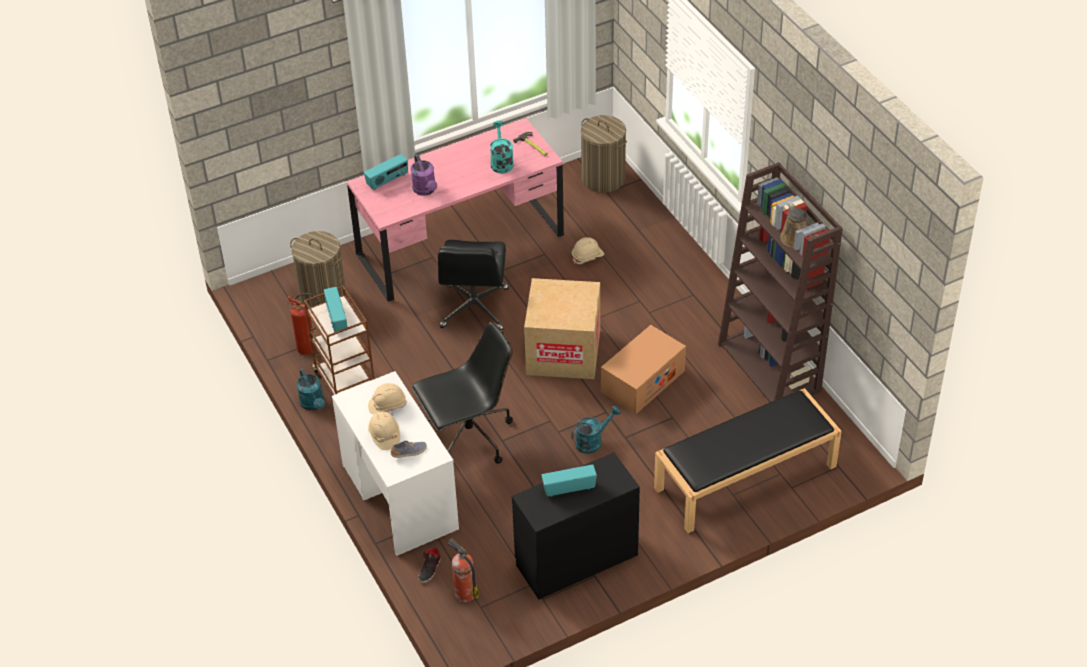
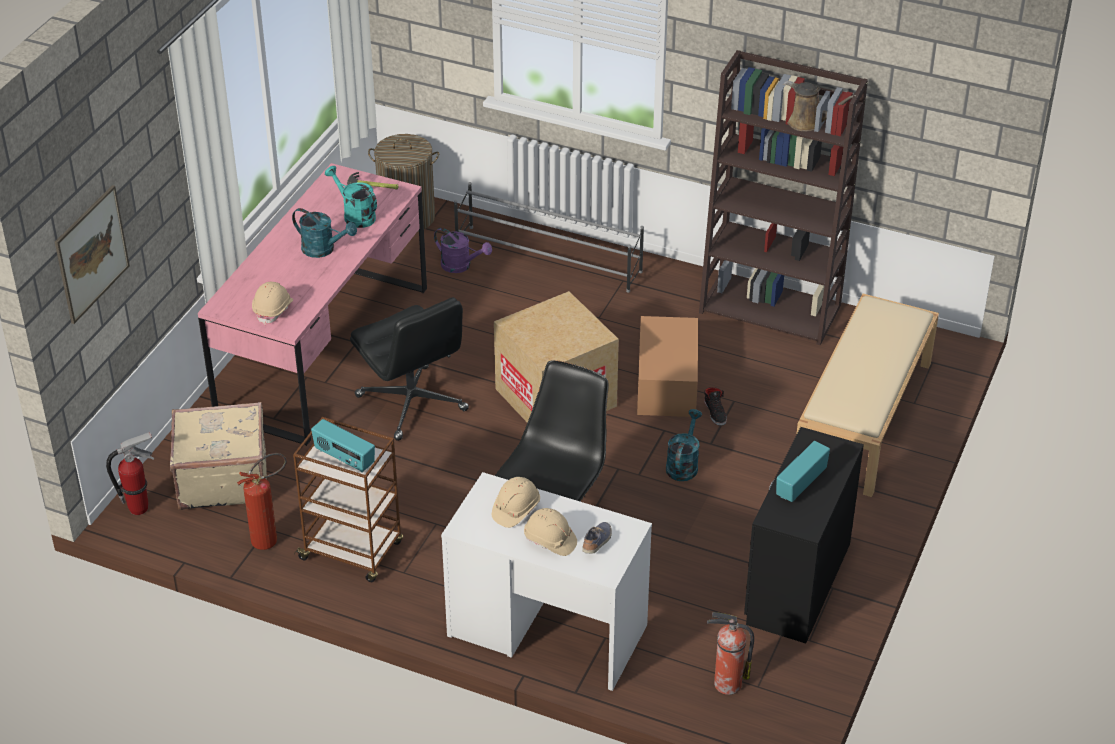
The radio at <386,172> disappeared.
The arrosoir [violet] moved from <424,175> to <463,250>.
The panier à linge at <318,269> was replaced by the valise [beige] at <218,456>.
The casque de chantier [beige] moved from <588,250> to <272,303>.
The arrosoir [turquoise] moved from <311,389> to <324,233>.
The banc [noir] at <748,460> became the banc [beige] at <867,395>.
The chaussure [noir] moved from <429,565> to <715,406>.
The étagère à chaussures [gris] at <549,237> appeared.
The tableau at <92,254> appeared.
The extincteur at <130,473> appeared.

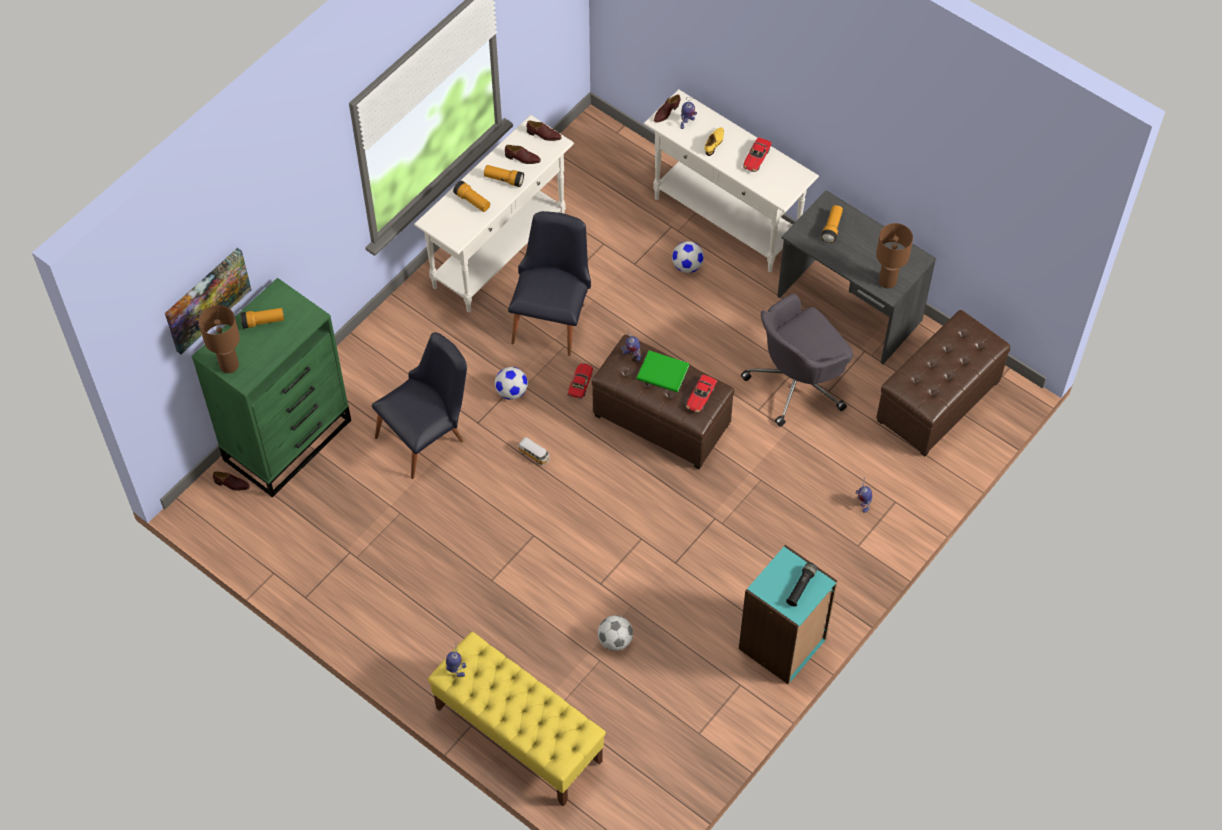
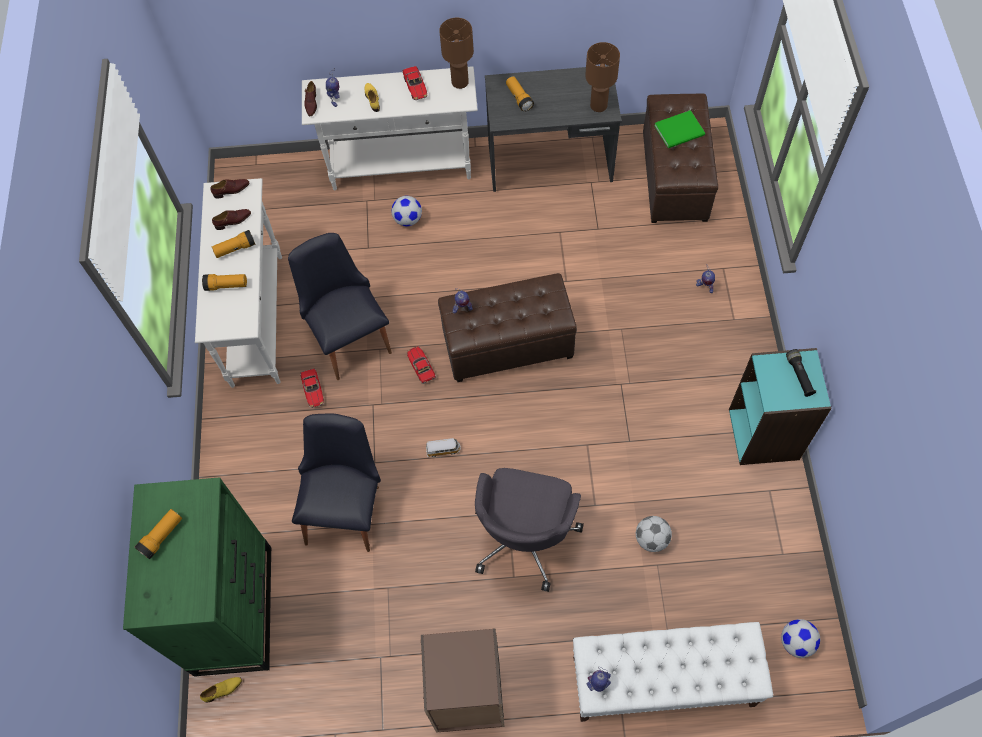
The tableau at <208,301> disappeared.
The chaise de bureau [gris] moved from <797,360> to <529,530>.
The lampe de table [marron] moved from <219,339> to <456,53>.
The livre [vert] moved from <663,372> to <679,129>.
The ballon de foot moved from <511,383> to <800,638>.
The petite voiture moved from <701,393> to <312,388>.
The chaussure [marron] at <231,481> became the chaussure [jaune] at <221,689>.
The banc [jaune] at <516,719> became the banc [blanc] at <673,672>.
The bibliothèque [marron] at <463,680> appeared.

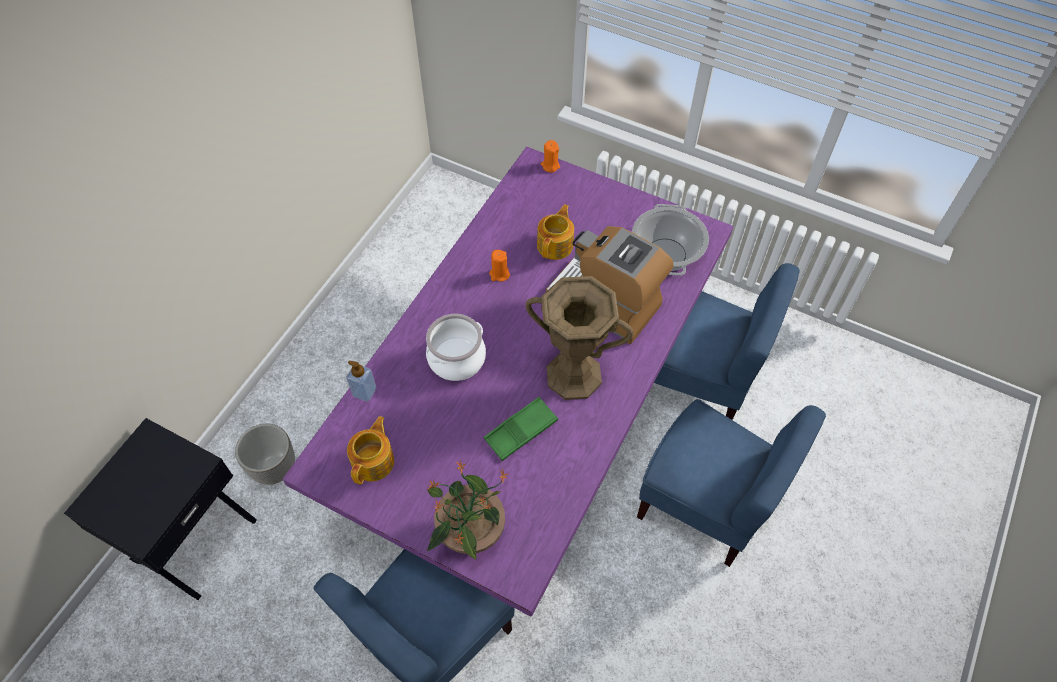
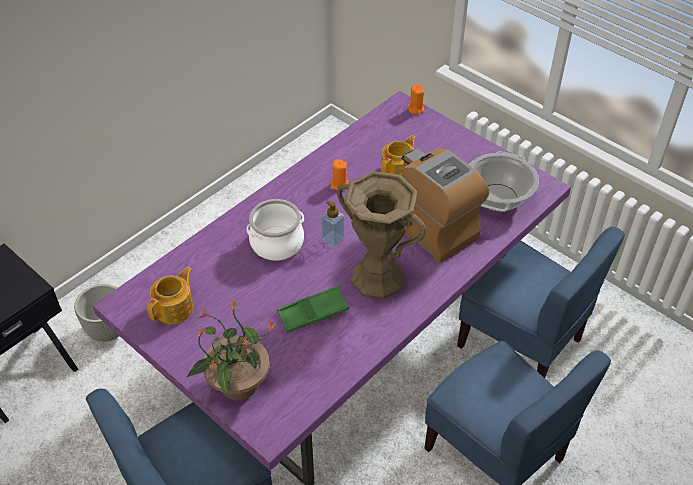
The distributeur de savon moved from <361,381> to <332,224>.

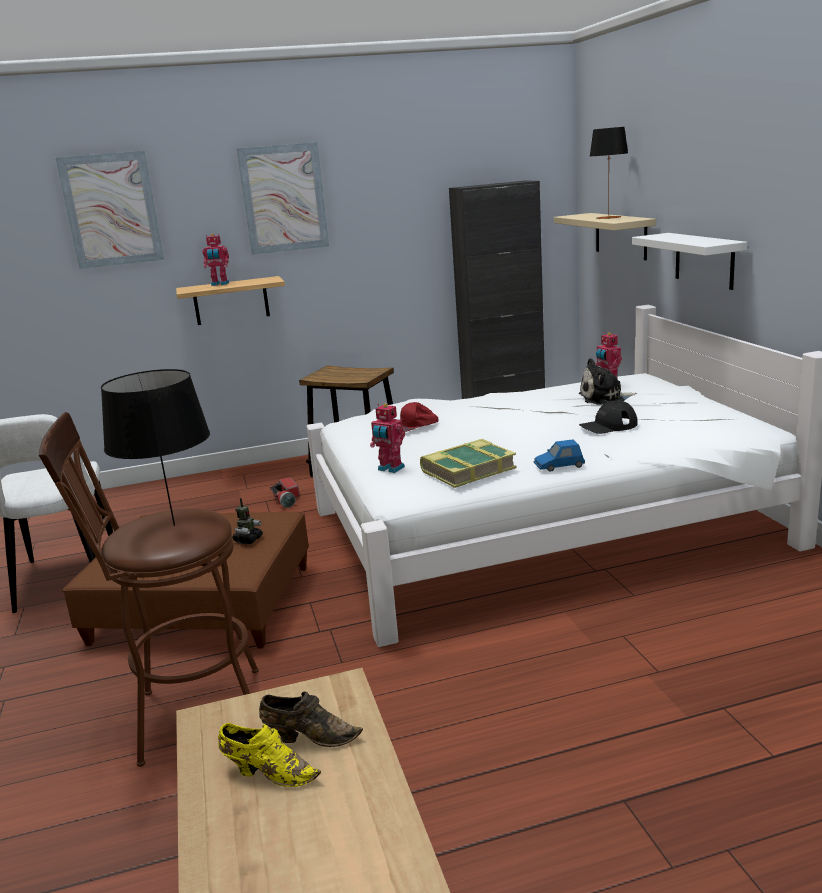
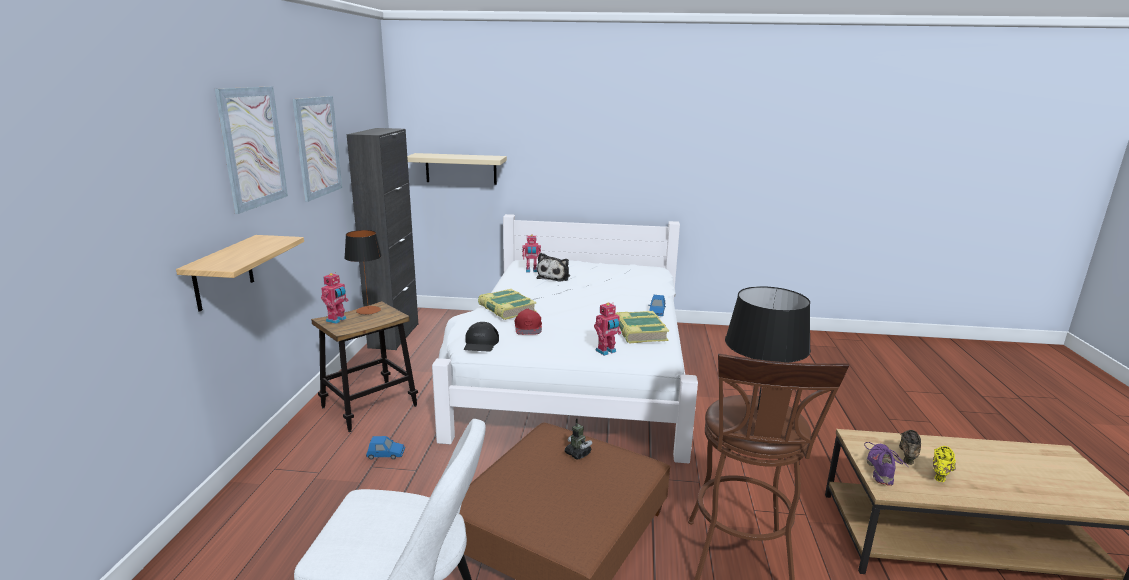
The lampe de table moved from <609,173> to <363,272>.
The tableau moved from <110,210> to <317,149>.
The robot jouet moved from <215,259> to <334,298>.
The étagère [blanc] at <689,261> disappeared.
The casquette [noir] moved from <608,417> to <481,336>.
The lampe de poche at <284,492> was replaced by the petite voiture [bleu] at <385,447>.
The livre at <507,304> appeared.
The chaussure [violet] at <886,464> appeared.

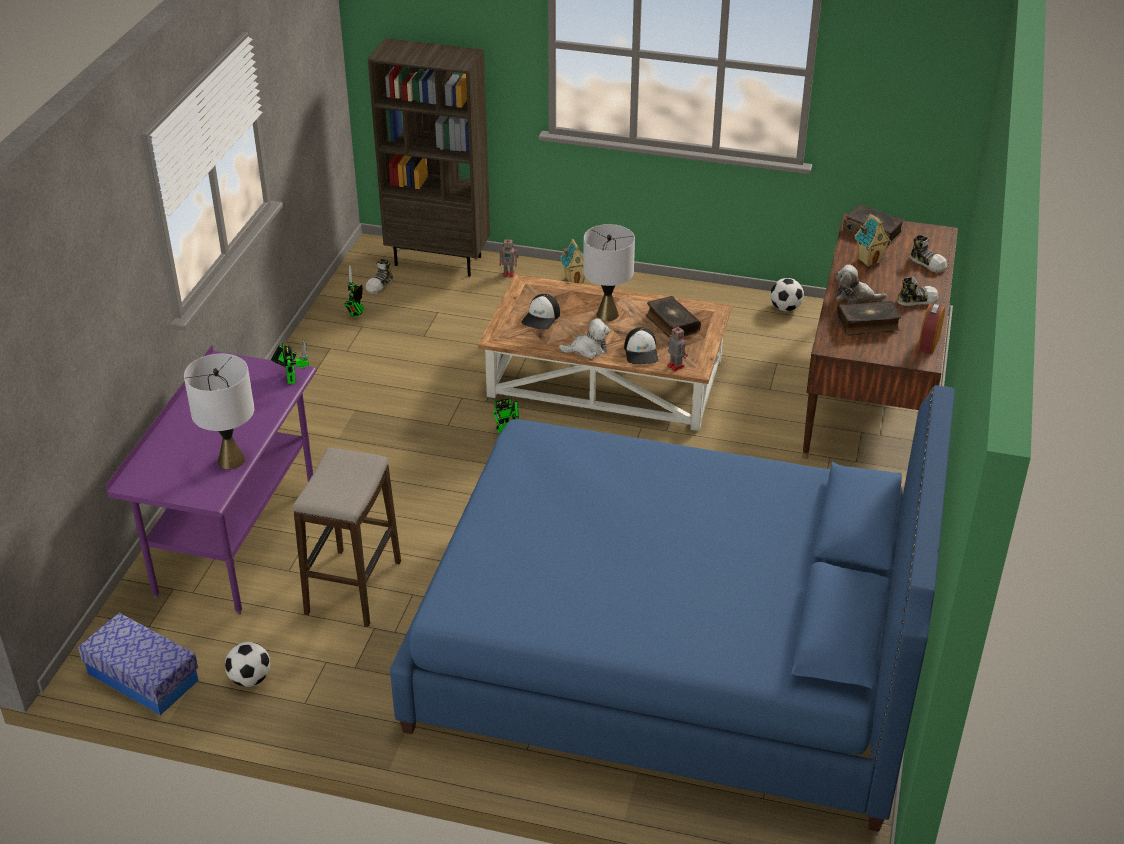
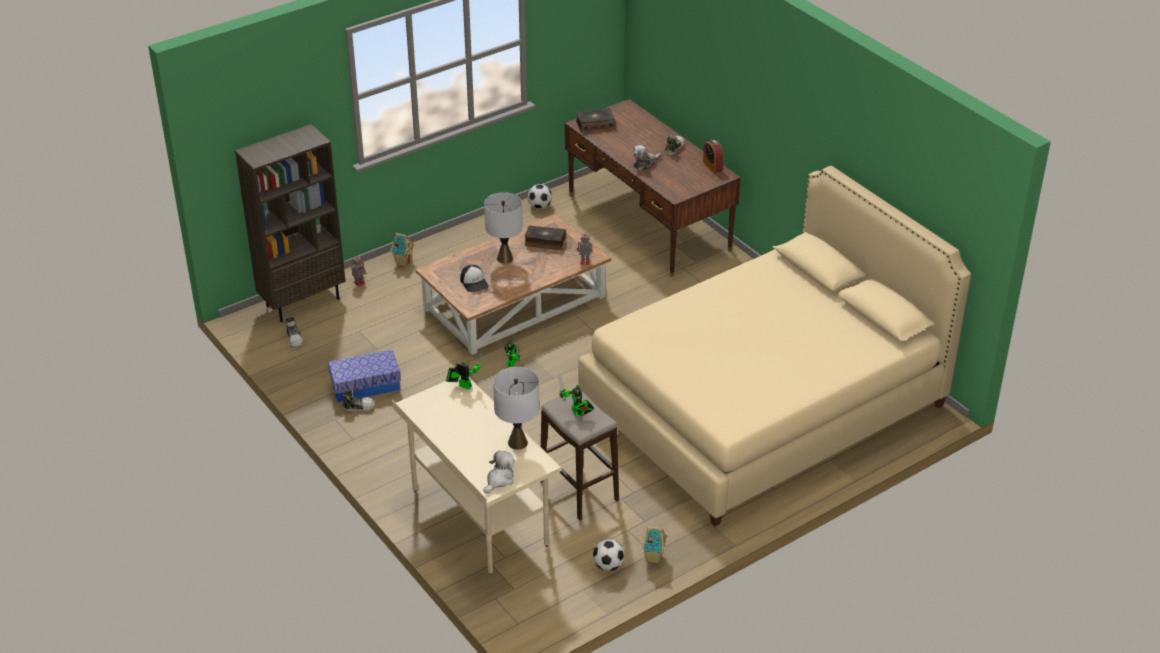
The maison miniature moved from <872,240> to <654,545>.
The chaussure moved from <928,254> to <358,401>.
The robot jouet moved from <354,291> to <576,396>.
The livre at <869,318> disappeared.
The peluche moved from <584,338> to <499,471>.
The casquette at <641,346> disappeared.
The bureau [violet] at <211,480> became the bureau [beige] at <477,476>.
The lit [bleu] at <672,608> became the lit [beige] at <774,346>.
The boîte de rangement moved from <138,664> to <364,376>.

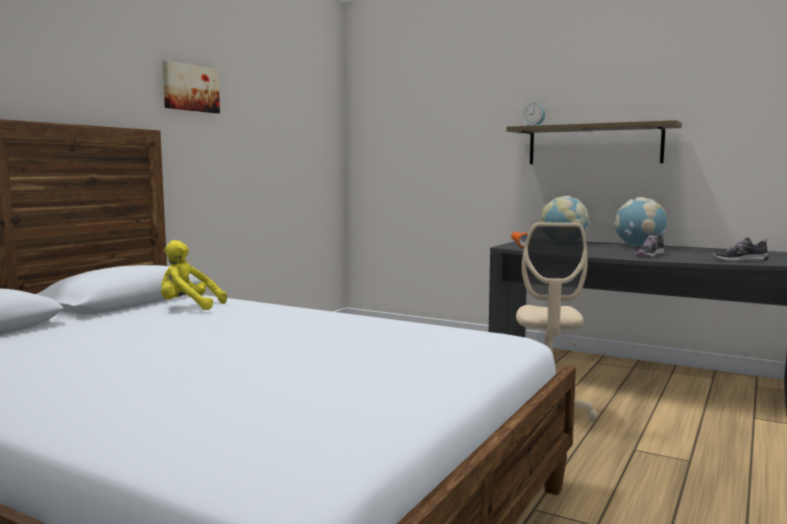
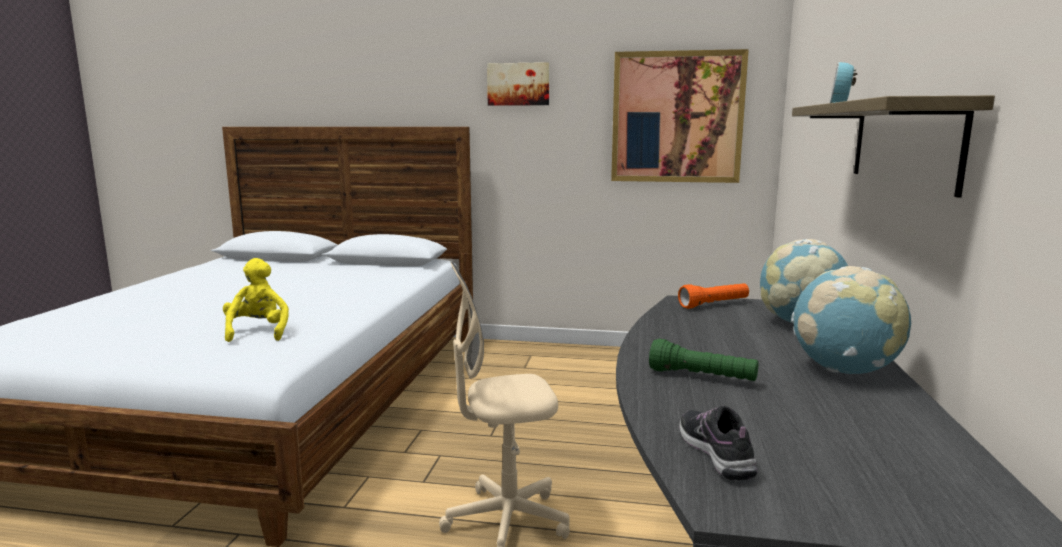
The chaussure at <650,245> was replaced by the lampe de poche [vert] at <703,360>.
The peluche [jaune] moved from <194,275> to <256,300>.
The tableau at <680,116> appeared.

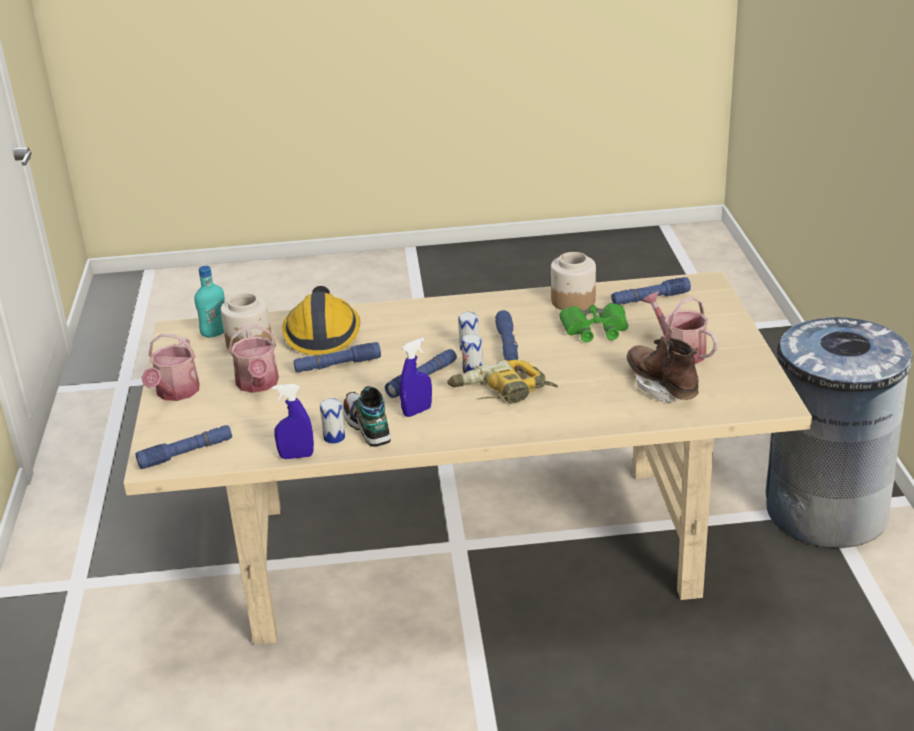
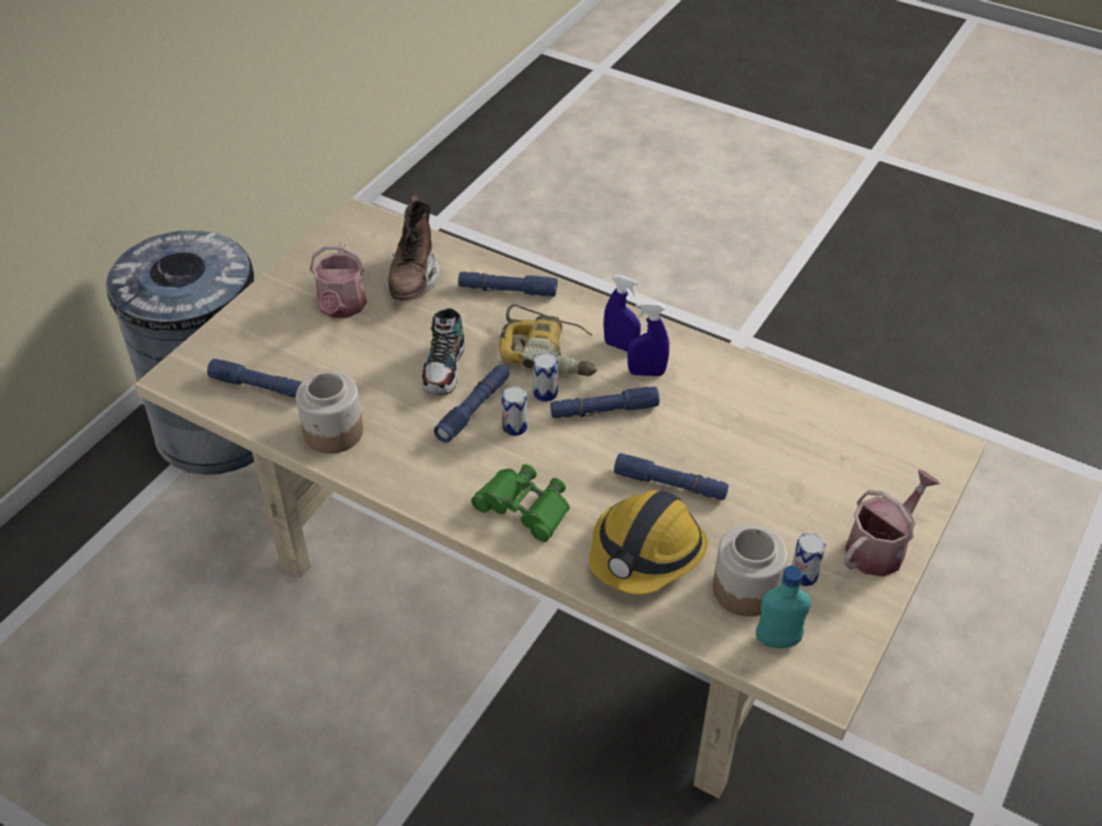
The jumelles [vert] moved from <593,322> to <520,503>.
The arrosoir at <253,358> disappeared.
The vaporisateur [bleu] moved from <293,421> to <622,313>.
The chaussure moved from <367,416> to <443,351>.
The boîte métallique moved from <332,421> to <809,559>.
The lampe de poche [bleu] moved from <184,447> to <507,284>.

